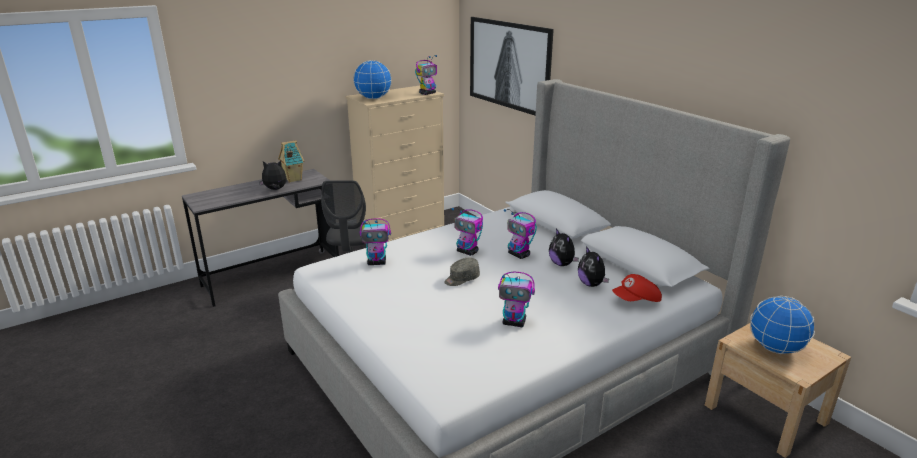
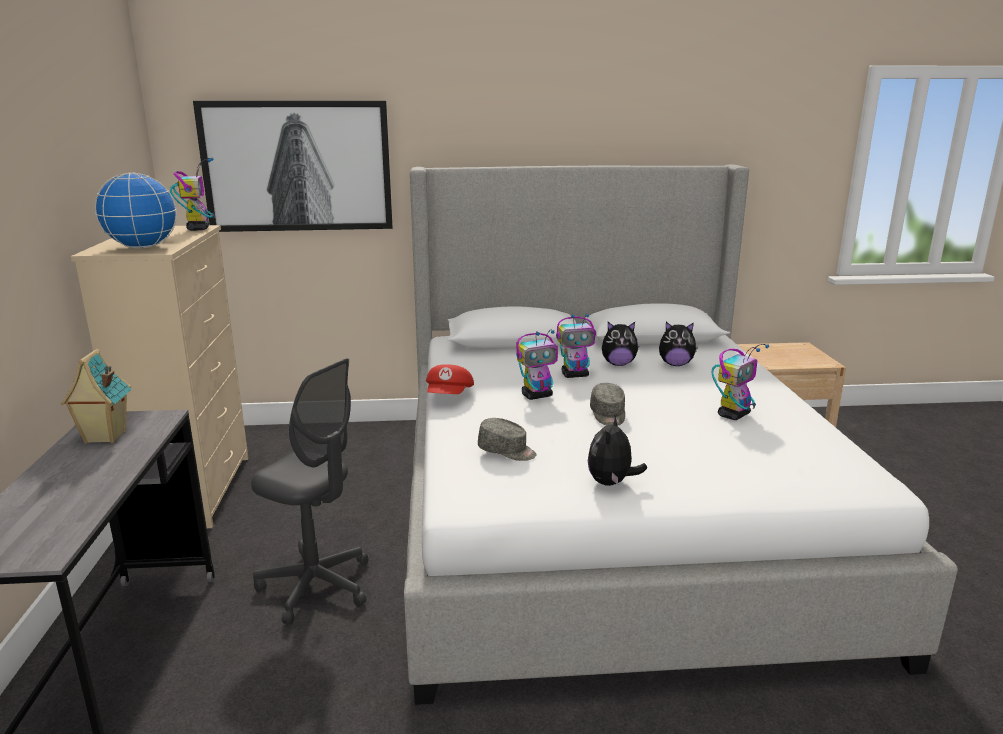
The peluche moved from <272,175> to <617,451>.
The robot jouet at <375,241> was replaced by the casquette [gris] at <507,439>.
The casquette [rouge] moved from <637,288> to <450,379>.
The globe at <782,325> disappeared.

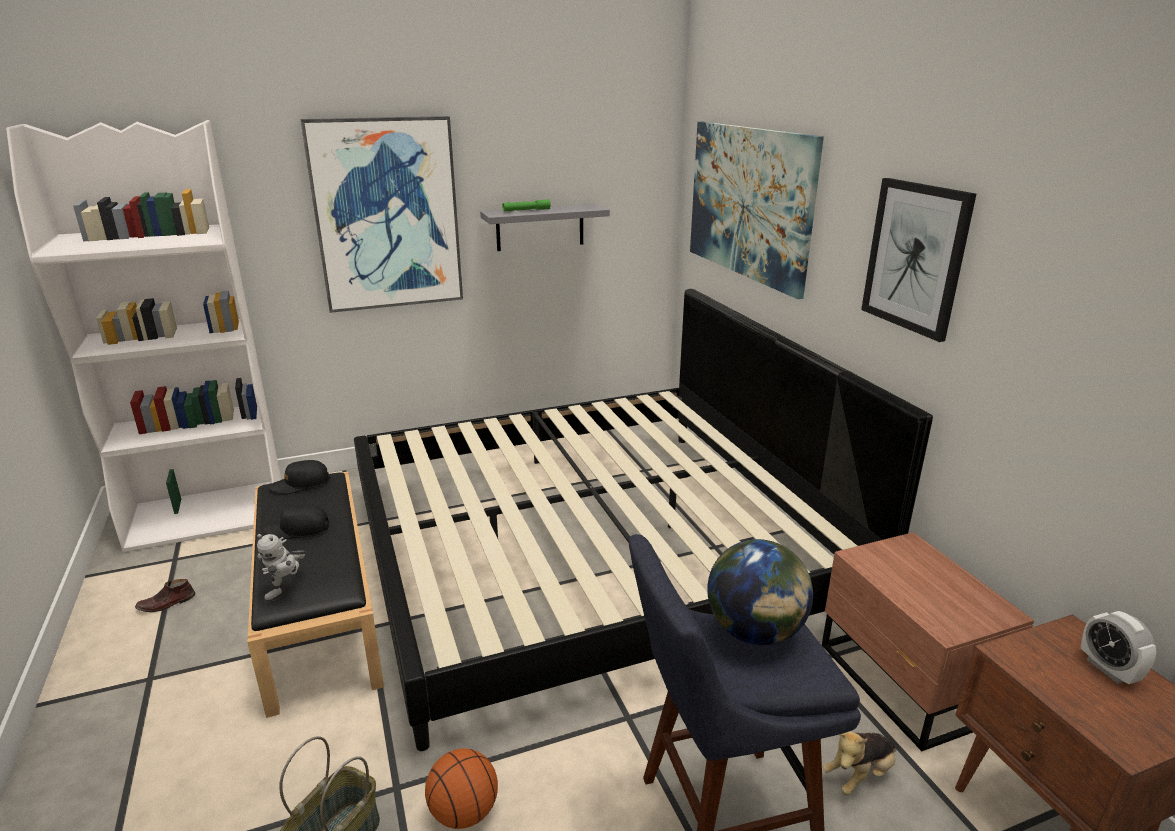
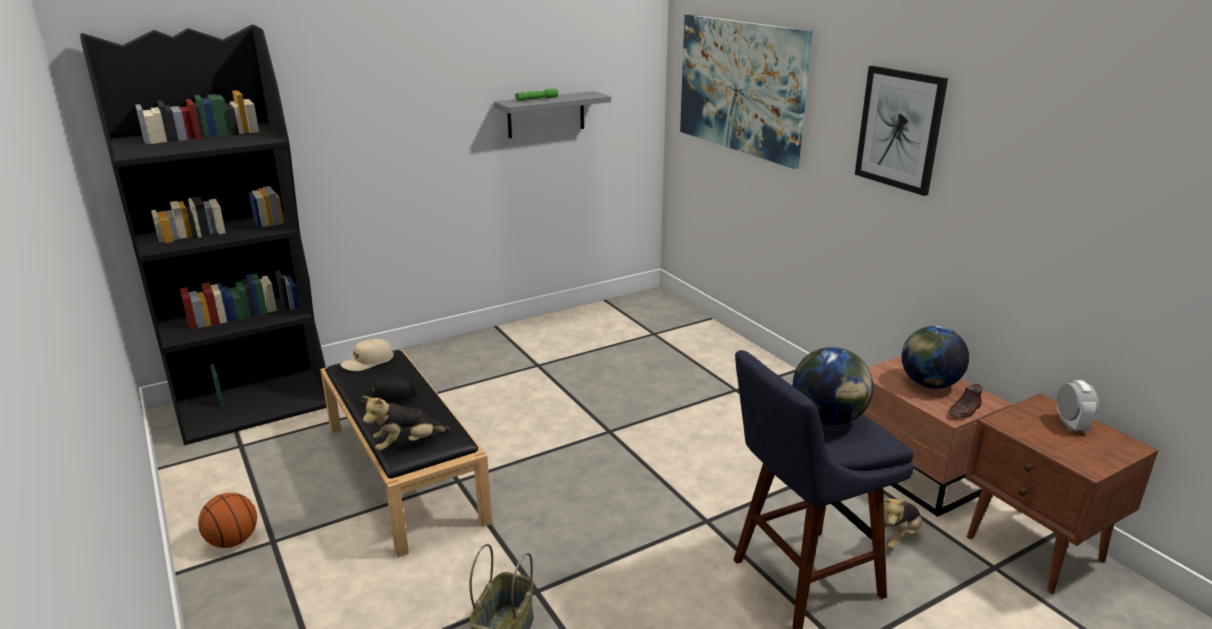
The tableau at <381,214> disappeared.
The bibliothèque [blanc] at <143,336> became the bibliothèque [noir] at <203,235>.
The lit at <643,520> disappeared.
The casquette [noir] at <299,477> became the casquette [beige] at <367,355>.
The robot jouet at <281,568> was replaced by the peluche at <407,423>.
The chaussure [marron] moved from <165,595> to <965,401>.
The réveil at <1118,647> turned 150 degrees counterclockwise.
The ballon de basket moved from <461,788> to <227,520>.
The globe at <935,357> appeared.

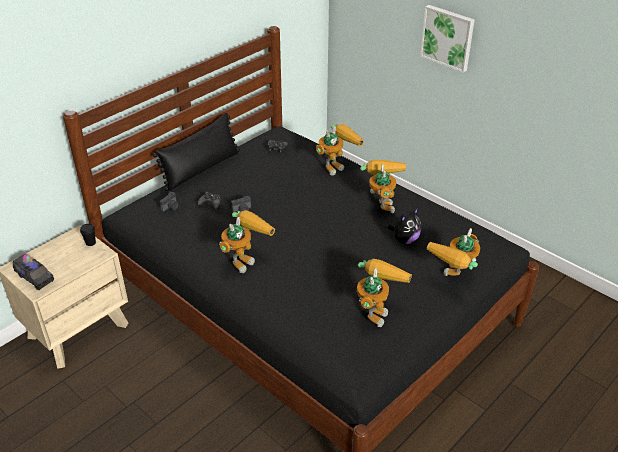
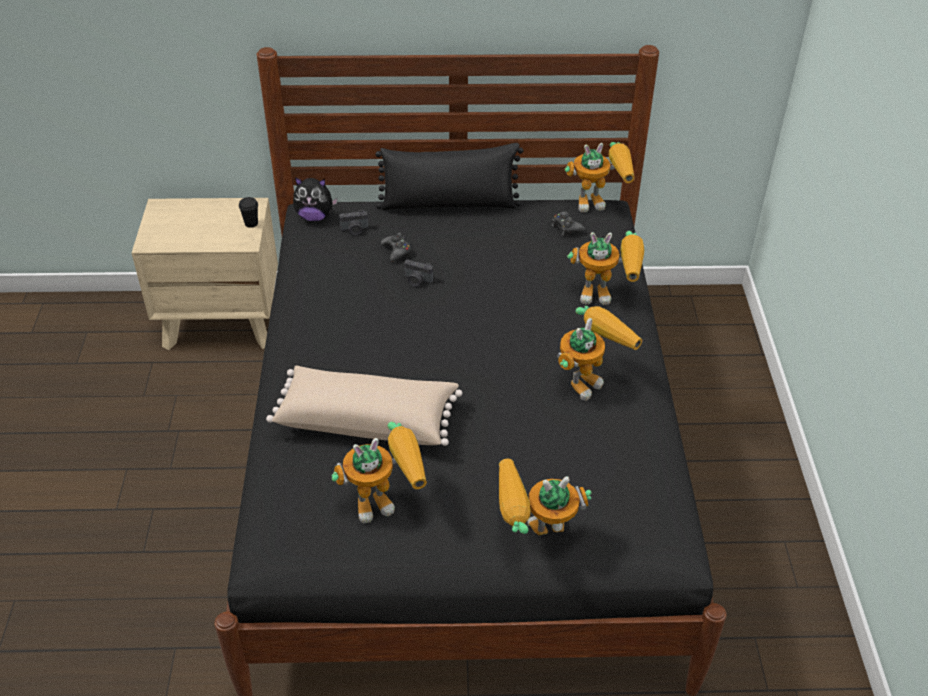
The tableau at <447,38> disappeared.
The peluche moved from <404,226> to <315,199>.
The robot jouet moved from <247,241> to <600,177>.
The camion jouet at <33,272> disappeared.
The coussin [beige] at <364,405> appeared.

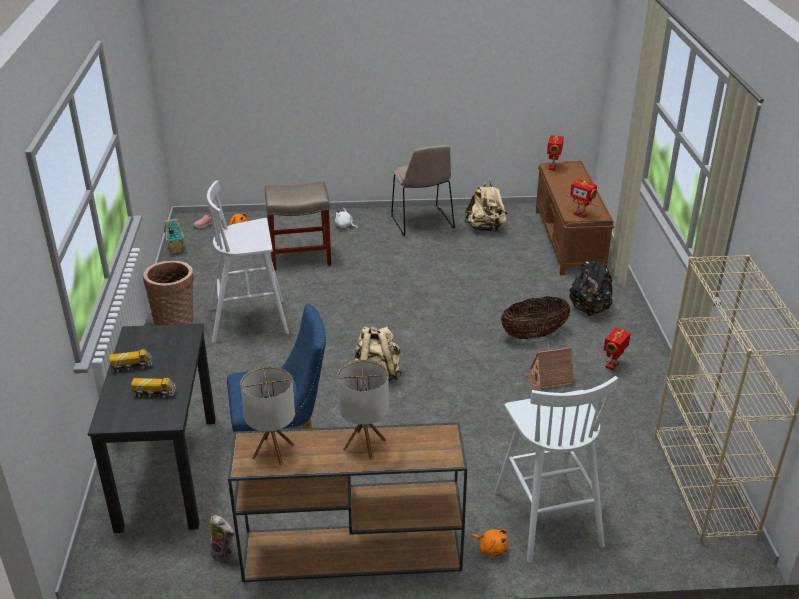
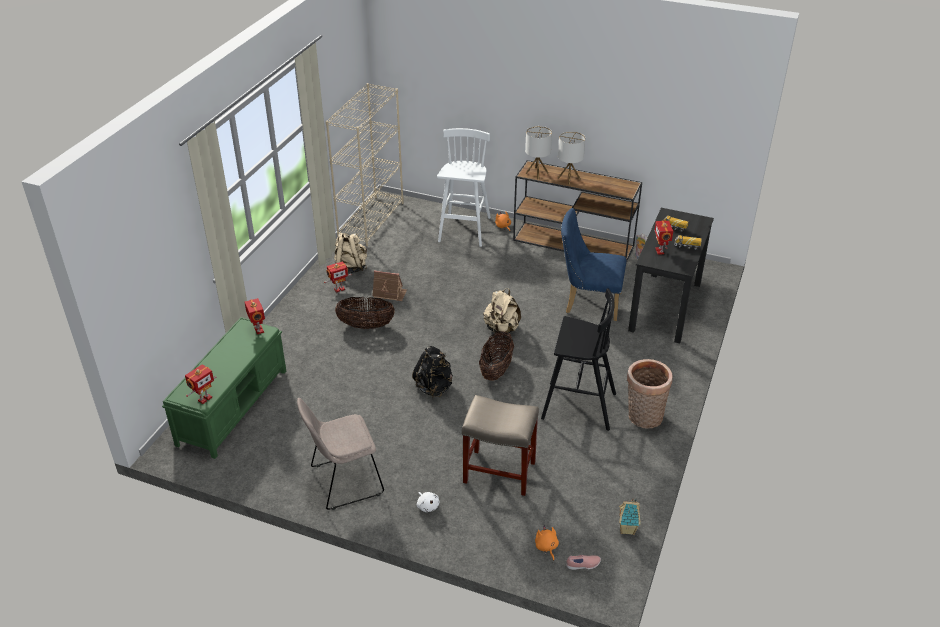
The chaise [beige] at <423,190> turned 120 degrees counterclockwise.
The banc [marron] at <575,218> became the banc [vert] at <224,388>.
The tabouret [blanc] at <248,261> became the tabouret [noir] at <578,359>.
The sac à dos [beige] moved from <485,206> to <350,253>.
The sac à dos [noir] moved from <591,287> to <432,372>.
The lampe de table moved from <268,416> to <538,152>.
The robot jouet at <664,237> appeared.
The panier at <496,356> appeared.

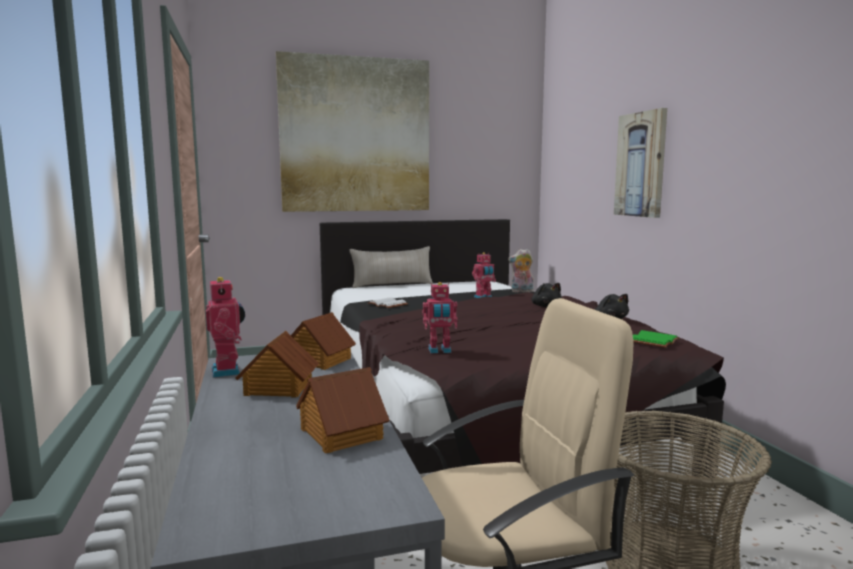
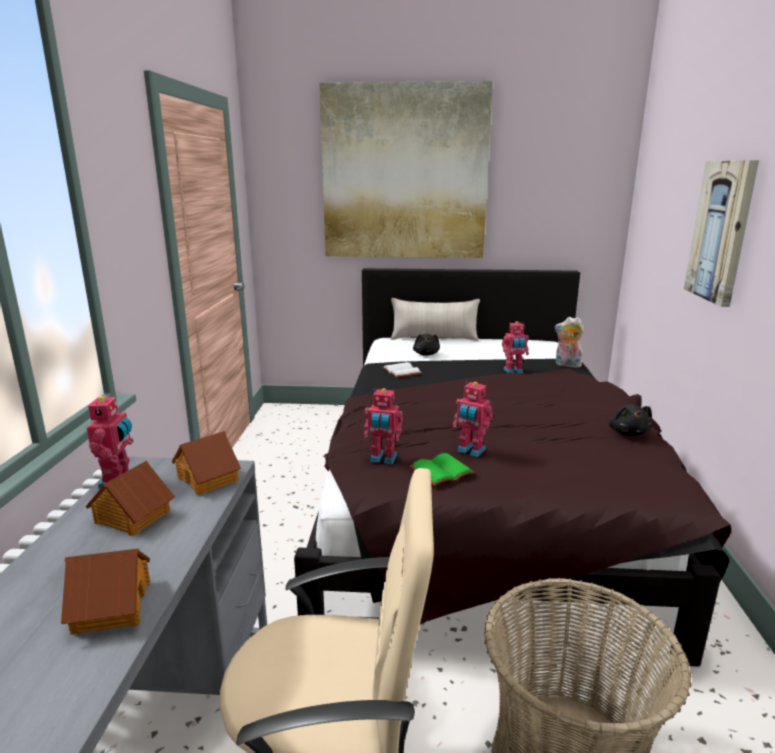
The peluche [noir] moved from <546,295> to <426,345>.
The livre [vert] moved from <656,339> to <442,469>.
The robot jouet at <473,419> appeared.

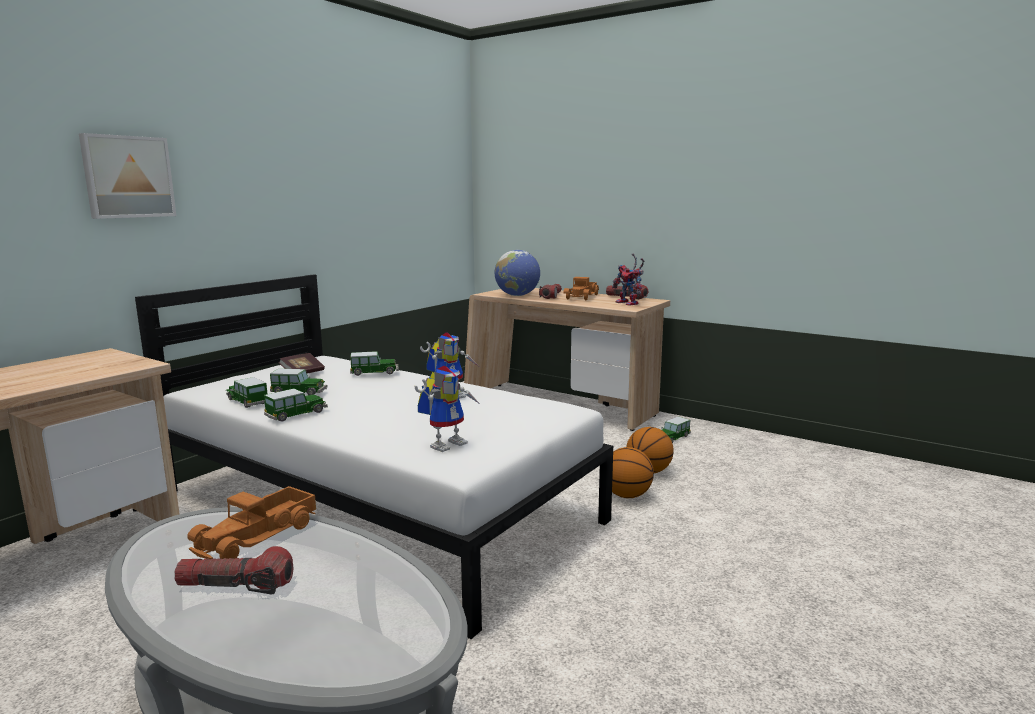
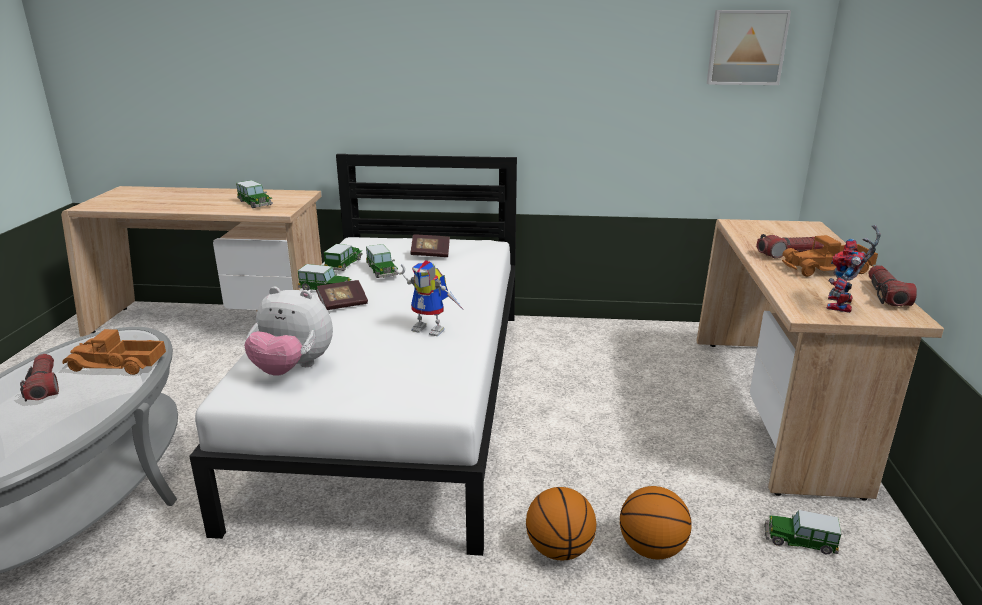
The tableau moved from <127,176> to <749,47>.
The globe at <517,273> disappeared.
The petite voiture moved from <374,363> to <254,194>.
The robot jouet at <447,409> was replaced by the peluche at <288,331>.
The livre at <342,295> appeared.

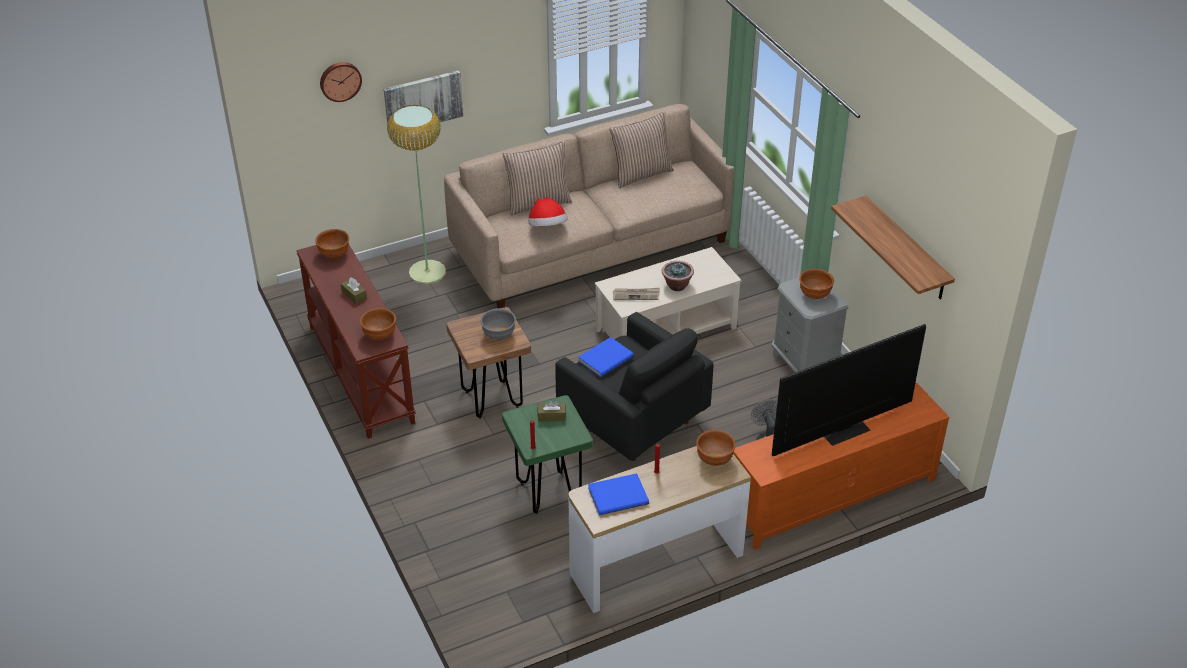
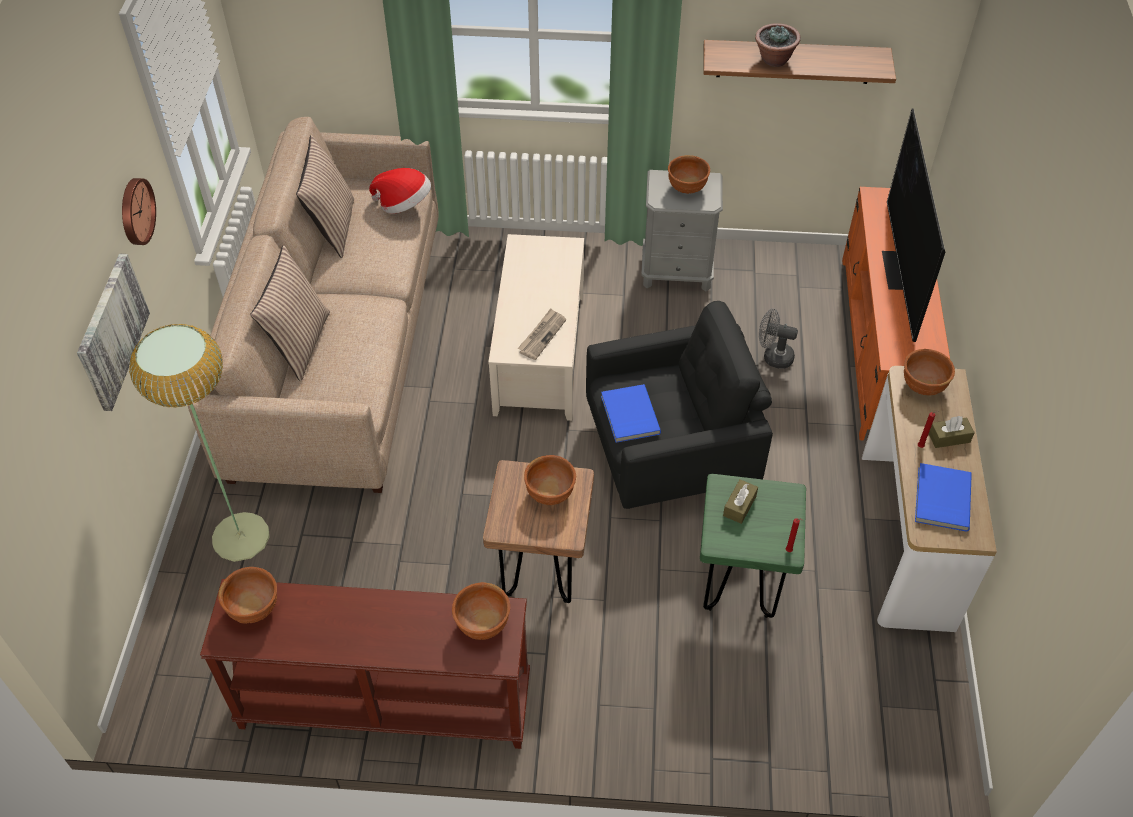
The horloge murale moved from <341,82> to <139,211>.
The chapeau moved from <548,211> to <400,191>.
The plante en pot moved from <678,276> to <778,45>.
The boîte à mouchoirs [marron] moved from <354,290> to <952,432>.
The bol [gris] at <498,324> became the bol [marron] at <550,480>.

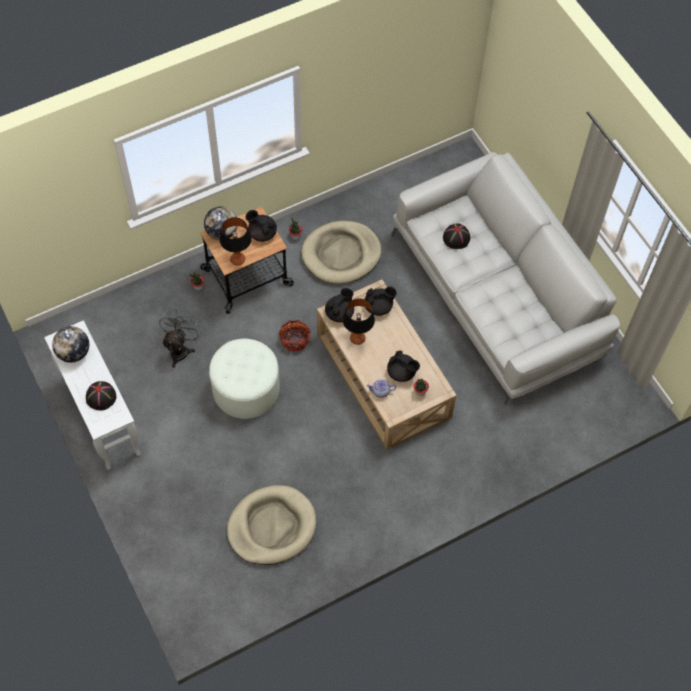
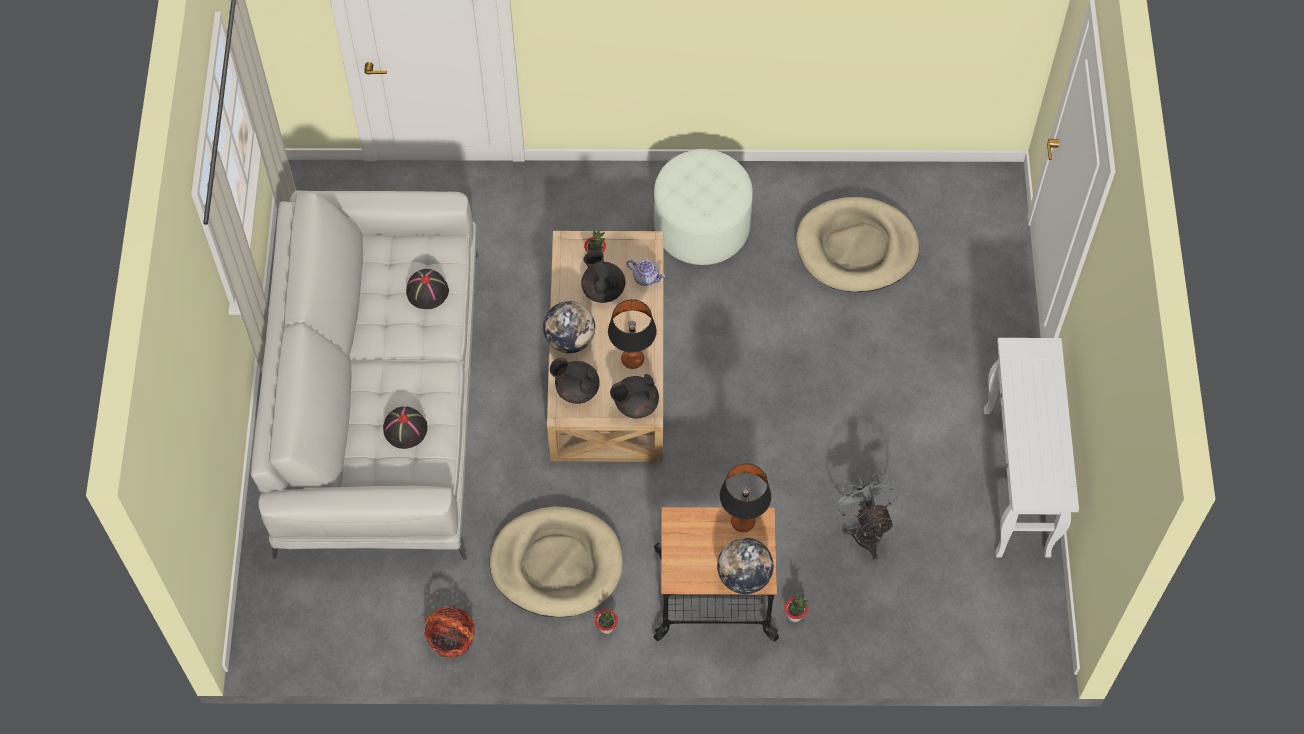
The théière [noir] at <261,226> disappeared.
The ventilateur [gris] at <180,339> turned 120 degrees clockwise.
The panier moved from <294,336> to <449,632>.
The globe moved from <70,344> to <569,327>.
The pouf [blanc] moved from <244,379> to <703,207>.
The chapeau [noir] moved from <101,395> to <427,289>.

